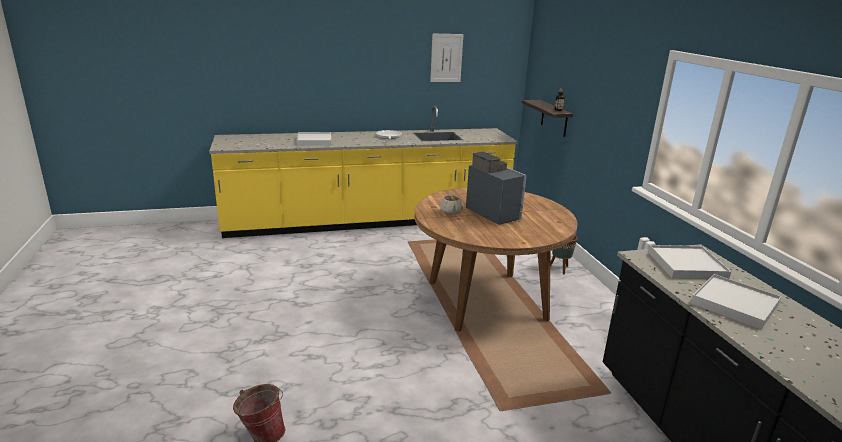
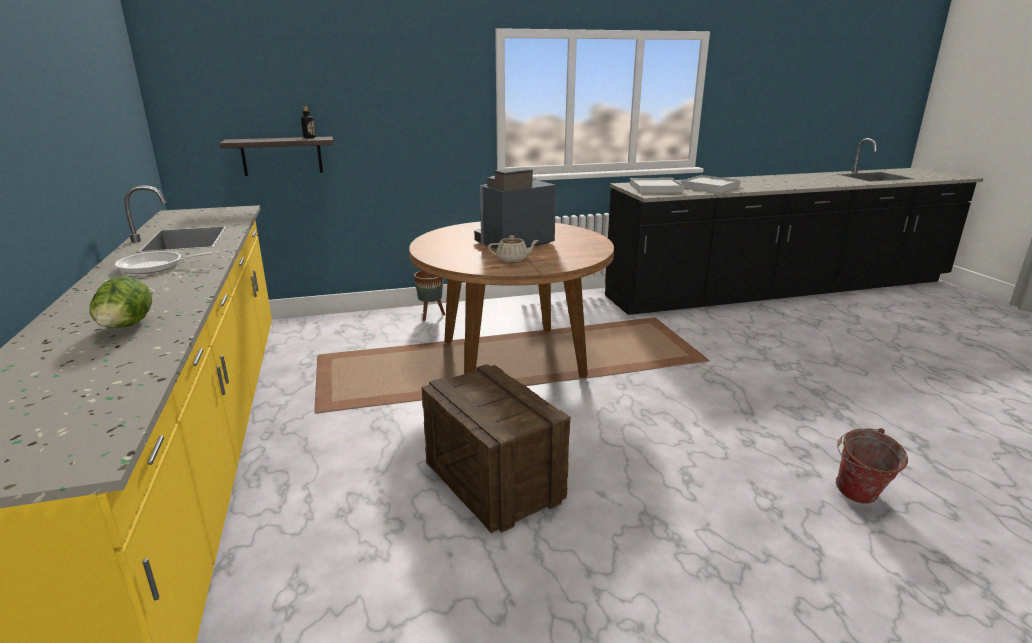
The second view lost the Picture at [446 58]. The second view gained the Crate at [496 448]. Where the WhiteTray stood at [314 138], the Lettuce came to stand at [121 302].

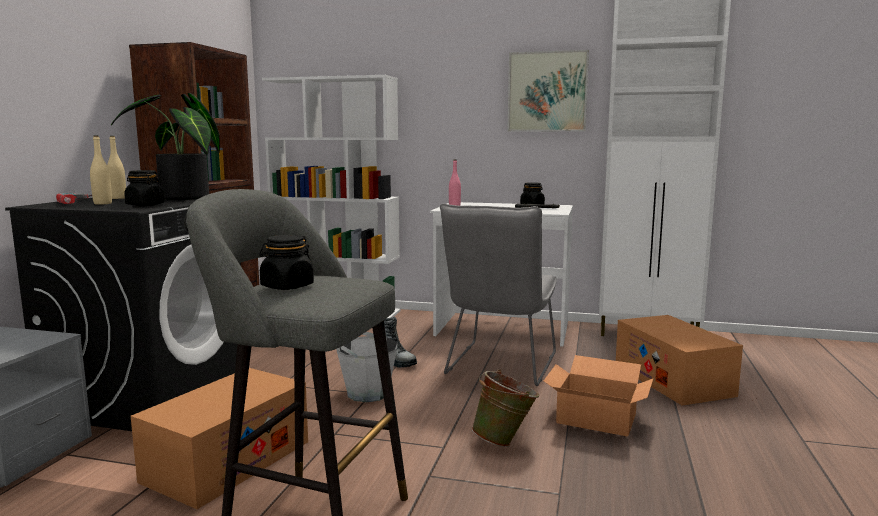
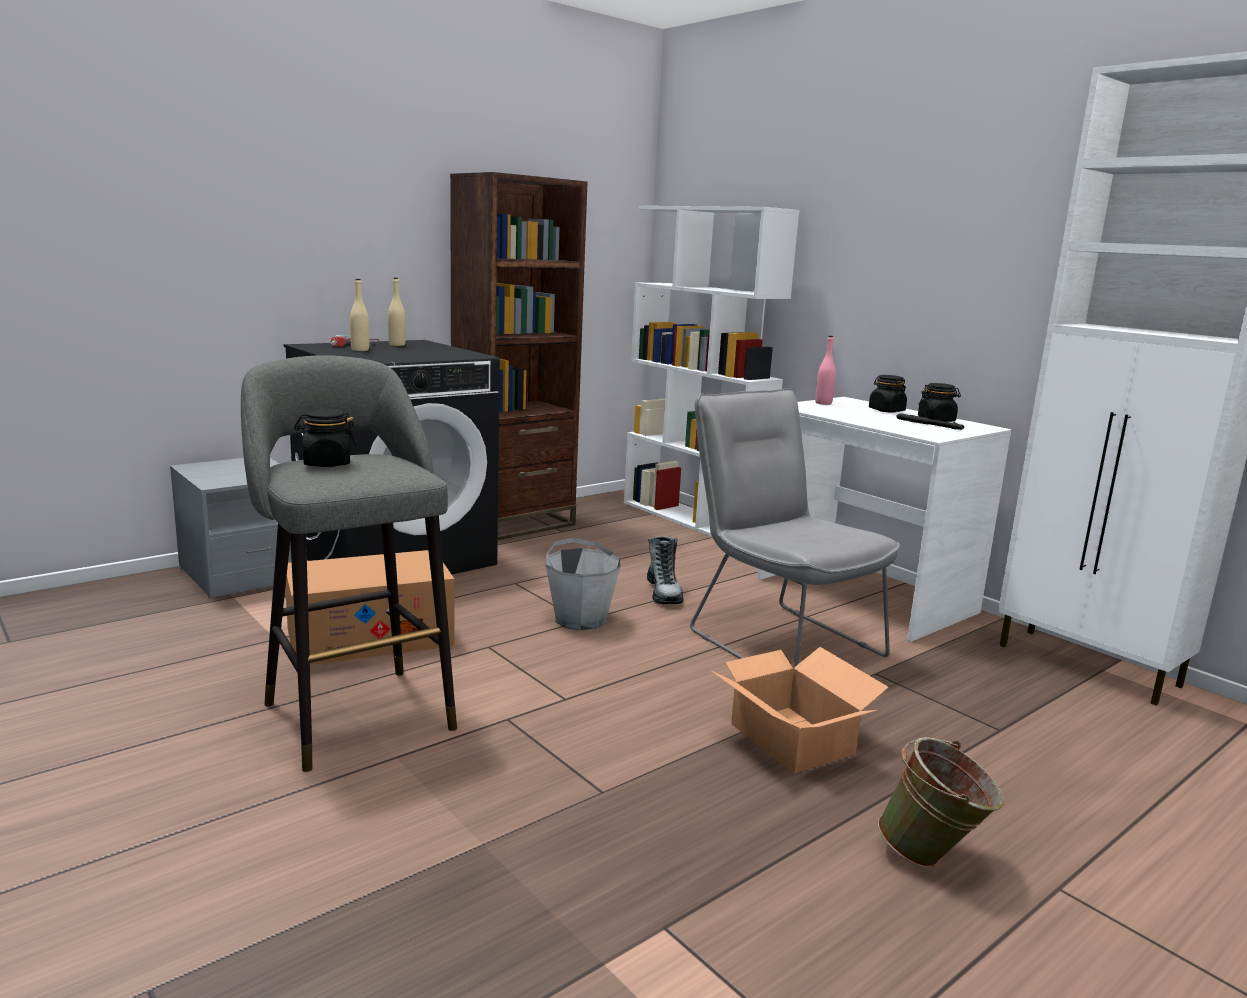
The second view lost the PottedPlant at [165 146]. The second view lost the Picture at [548 91]. The second view lost the CardboardBox at [679 360]. The BlackJar ended up elsewhere, having gone from [144 188] to [888 394]. The GreenBucket ended up elsewhere, having gone from [505 408] to [941 802]. The GreyChair at [498 294] ended up facing another way, 90 degrees clockwise from before.

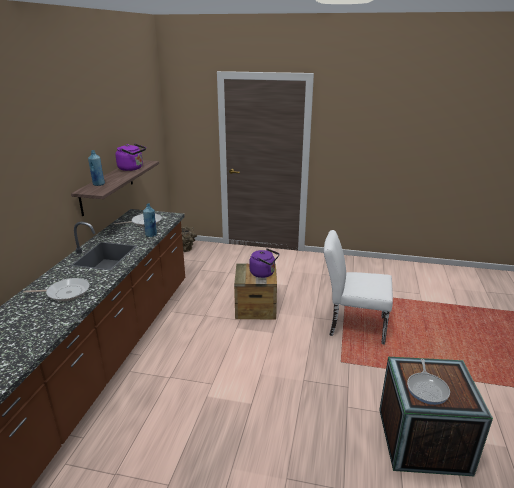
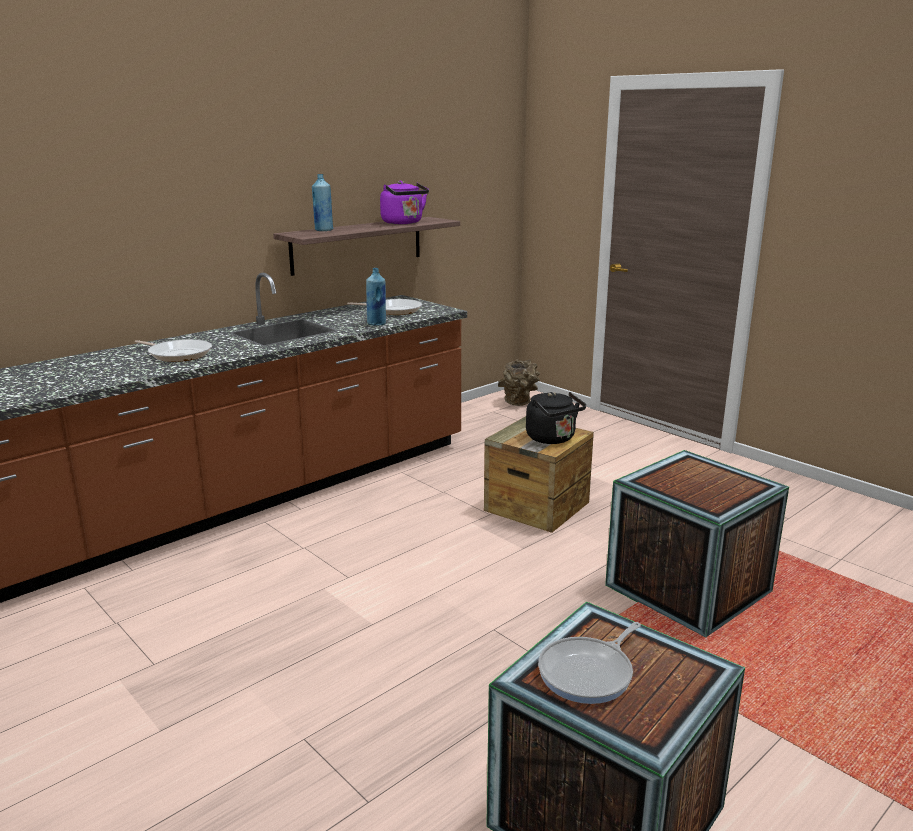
Where the WhiteChair stood at [358 287], the Crate came to stand at [697 543]. What was the PurpleKettle at [264 263] turned into the BlackKettle at [556 418].

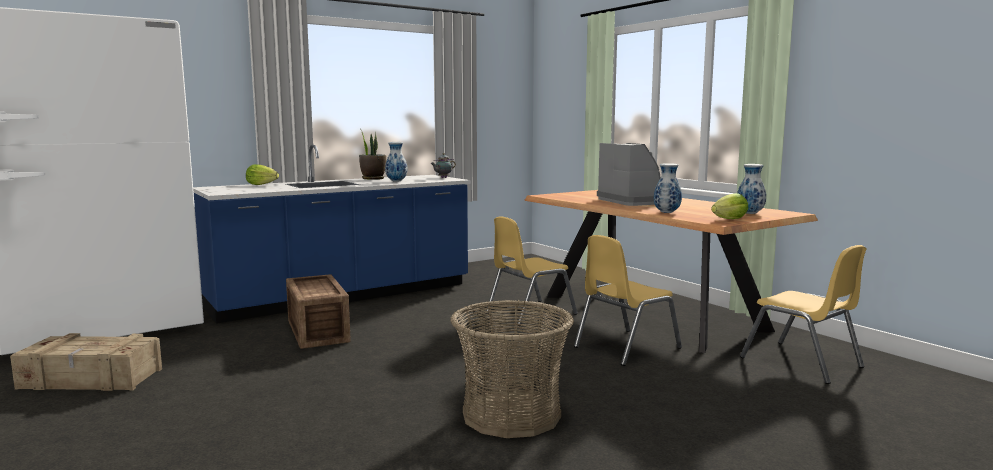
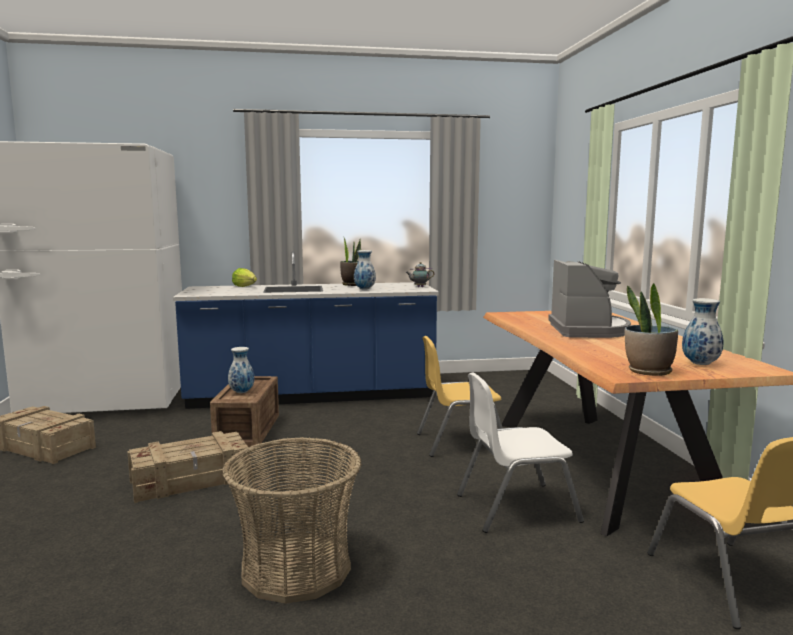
The second view gained the Crate at [189 467]. The Vase ended up elsewhere, having gone from [668 188] to [241 370]. Where the Lettuce stood at [729 206], the PottedPlant came to stand at [651 329]. What was the YellowChair at [628 300] turned into the WhiteChair at [520 452].

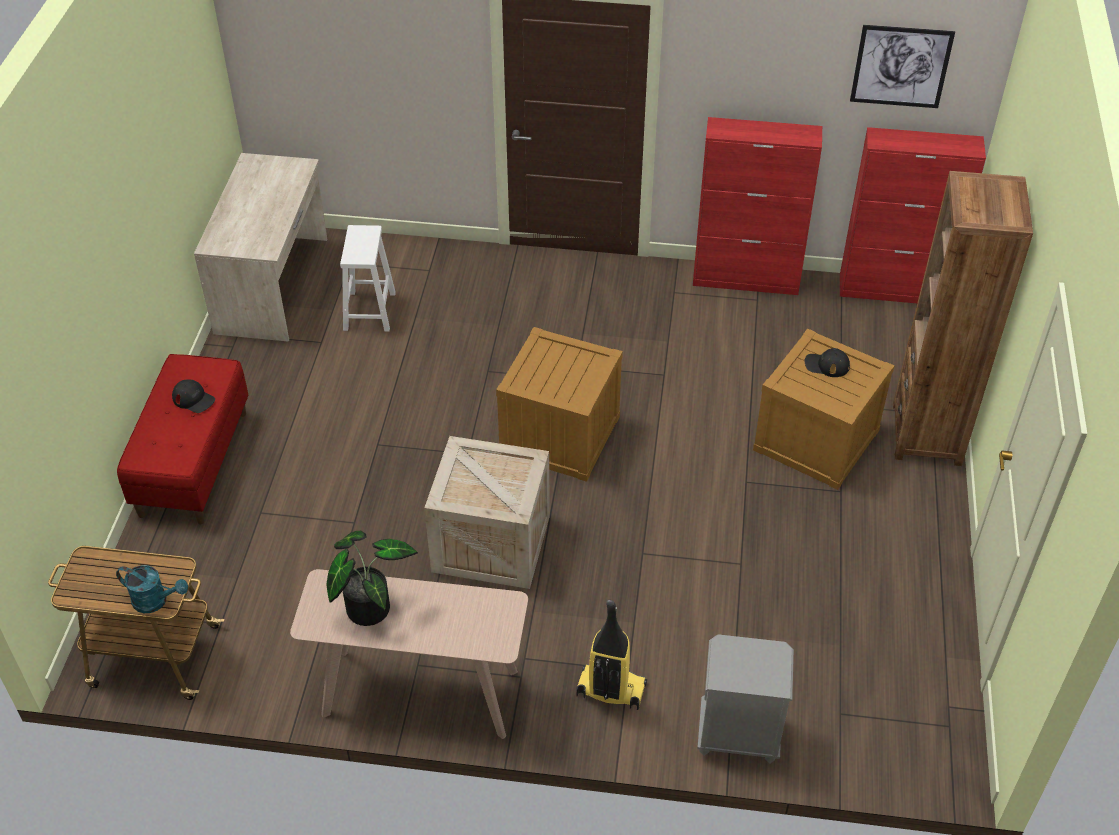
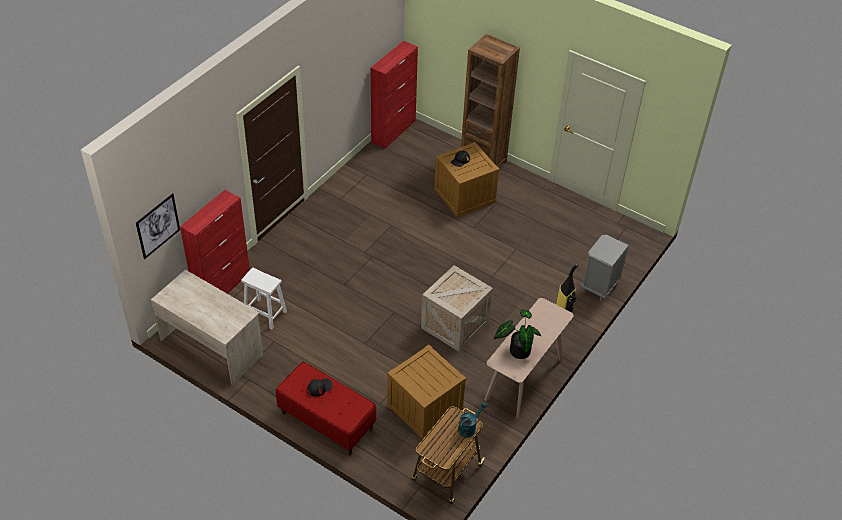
The Crate ended up elsewhere, having gone from [559 404] to [426 392]. The RedCabinet ended up elsewhere, having gone from [757 206] to [215 242]. The Picture ended up elsewhere, having gone from [902 66] to [158 226].

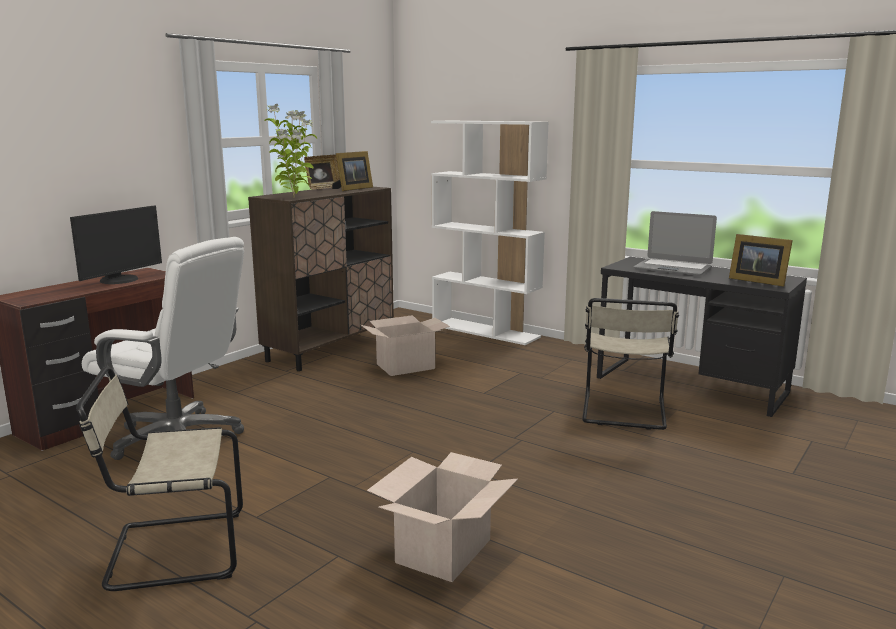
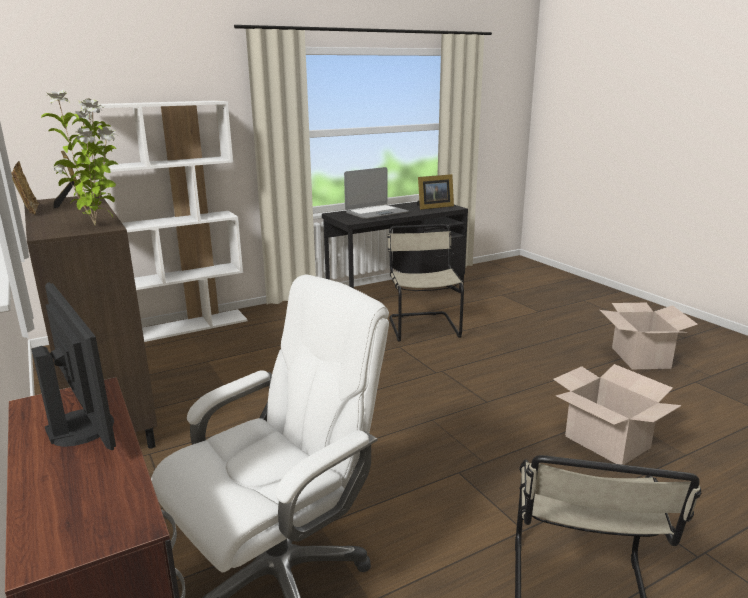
The CardboardBox ended up elsewhere, having gone from [405 345] to [649 336]. The BeigeChair at [630 364] ended up facing another way, 135 degrees counterclockwise from before.

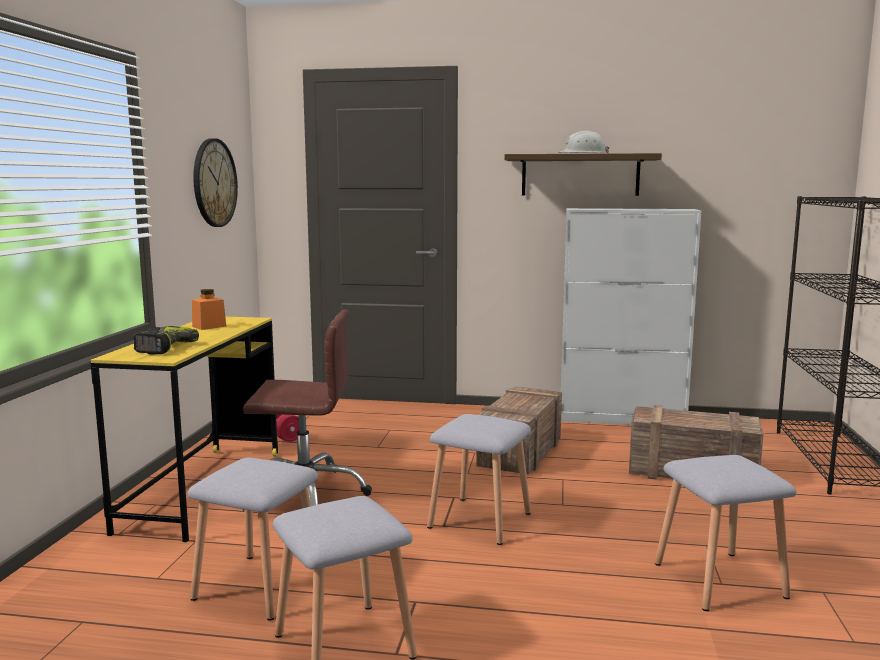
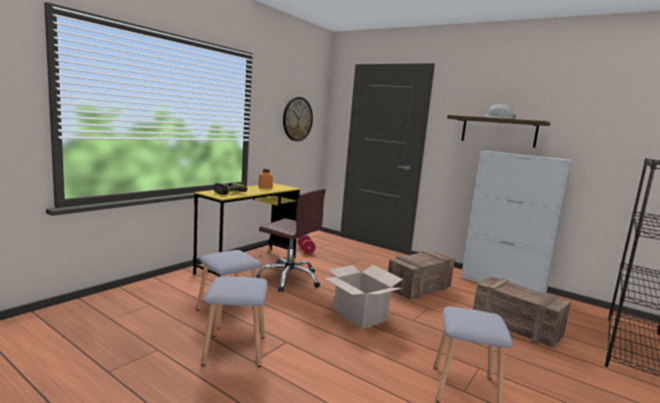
Where the GreyStool stood at [479 479], the CardboardBox came to stand at [364 297].

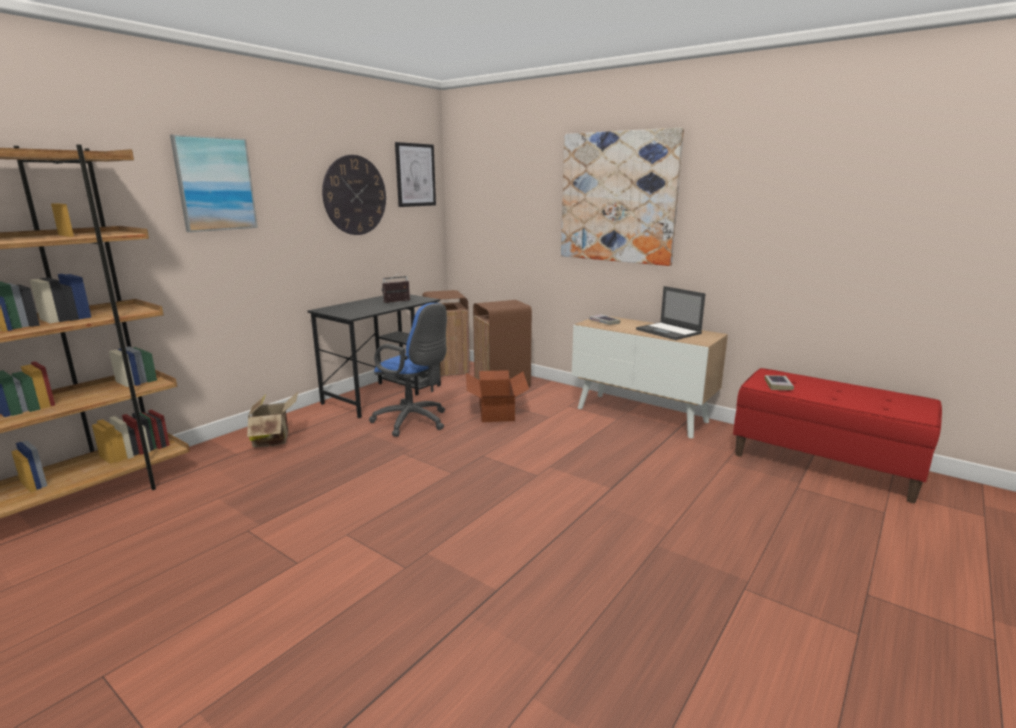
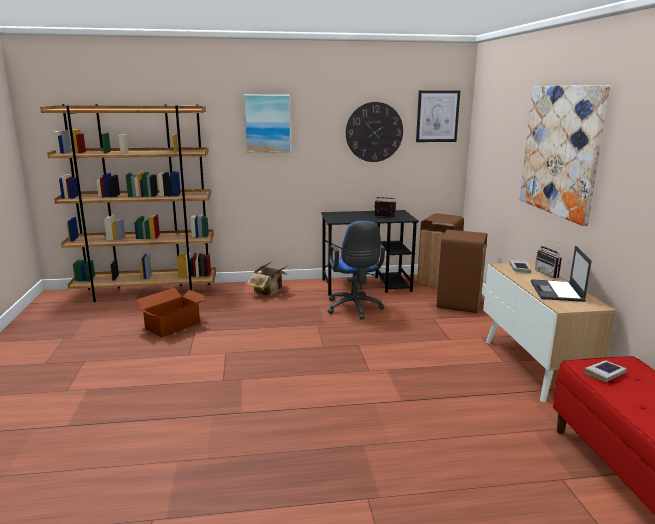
The second view gained the Radio at [548 260]. The CardboardBox ended up elsewhere, having gone from [497 396] to [169 312].

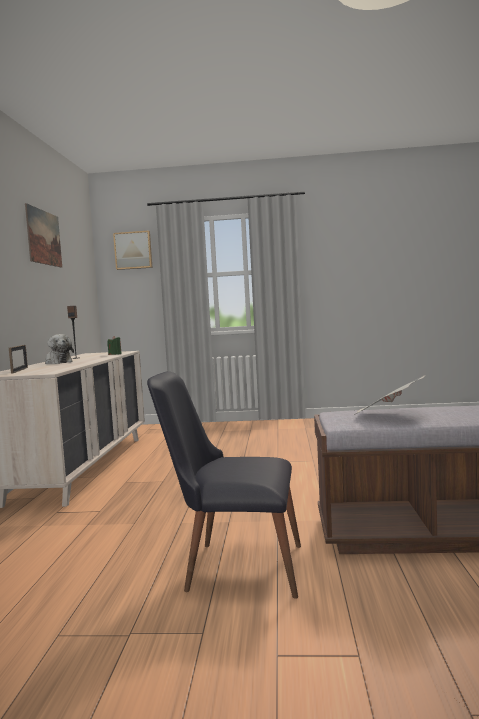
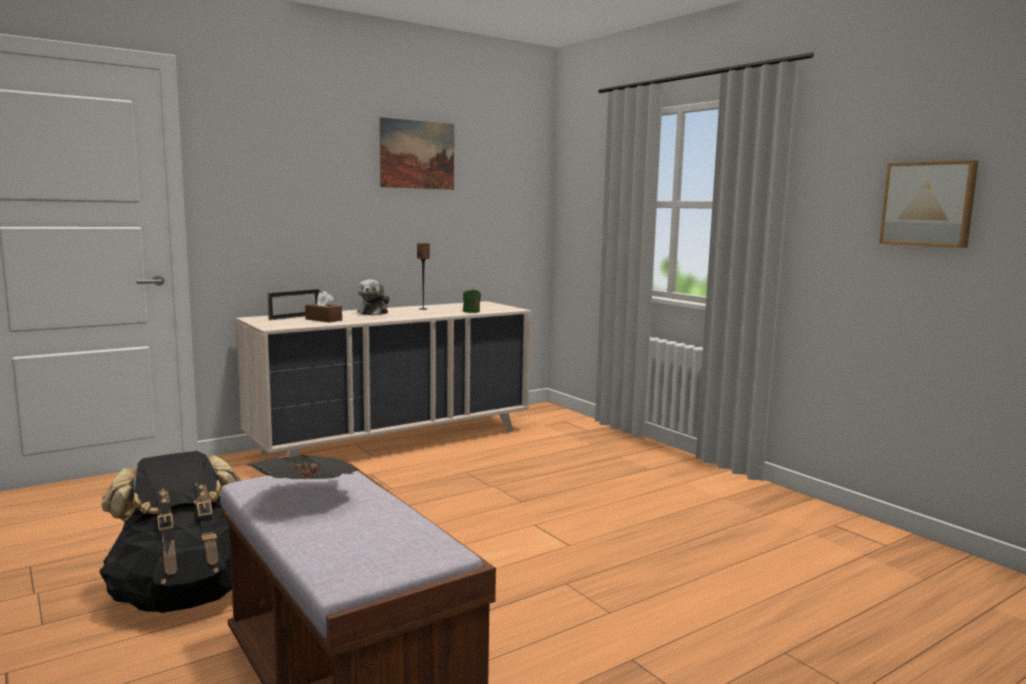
The second view gained the BrownTissueBox at [323 307]. The Picture ended up elsewhere, having gone from [132 250] to [928 204]. Where the BlackChair stood at [224 485], the BlackBackpack came to stand at [170 532].

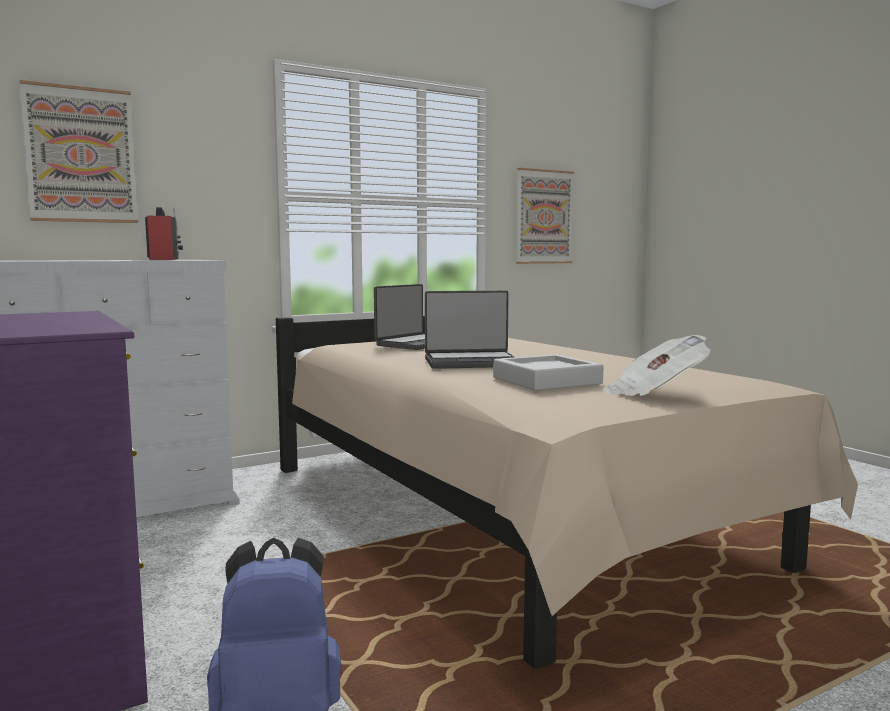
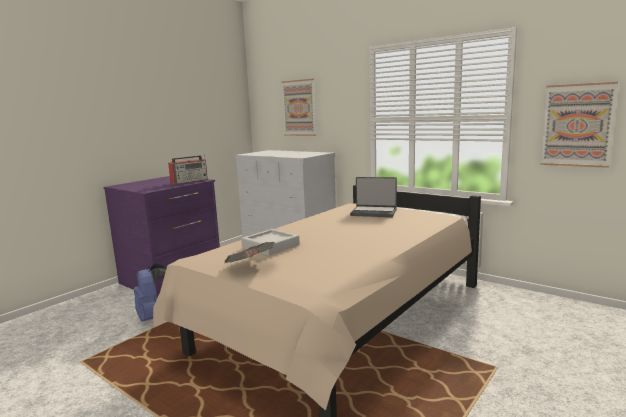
The second view lost the Laptop at [470 329]. The Radio ended up elsewhere, having gone from [164 233] to [188 169].

